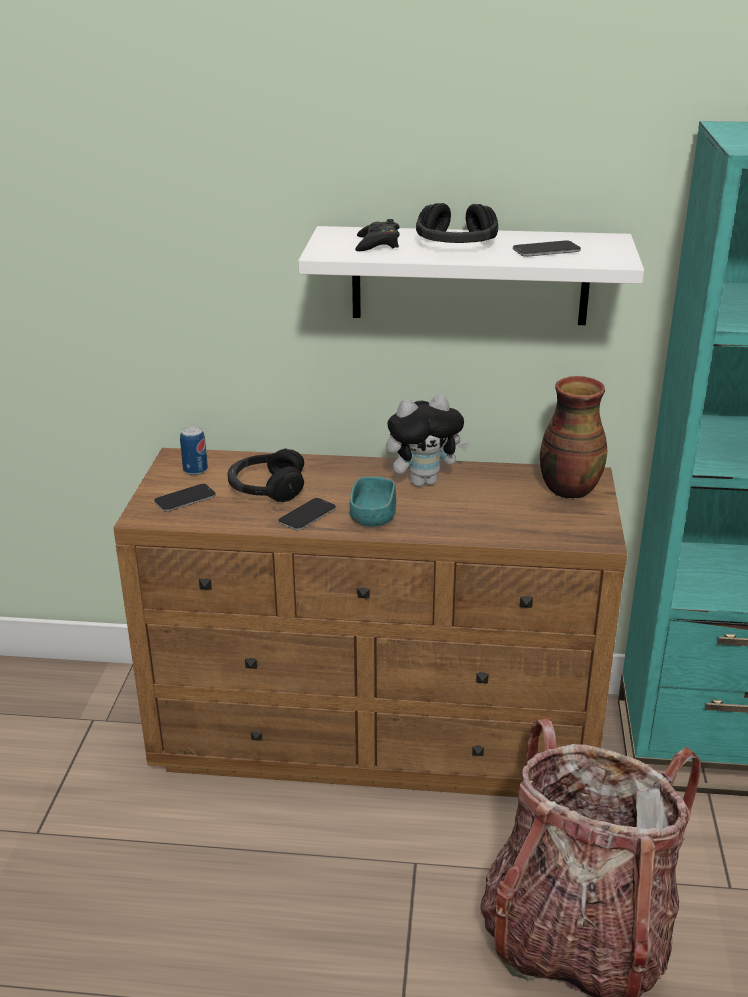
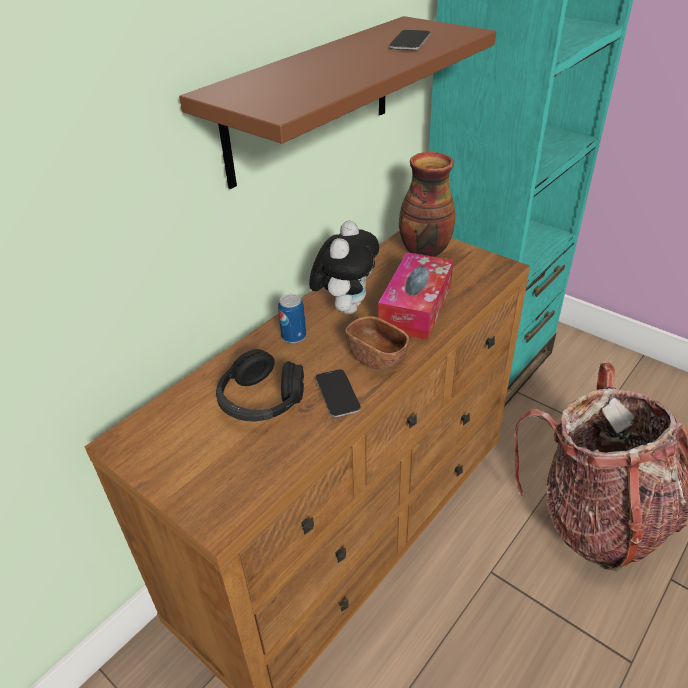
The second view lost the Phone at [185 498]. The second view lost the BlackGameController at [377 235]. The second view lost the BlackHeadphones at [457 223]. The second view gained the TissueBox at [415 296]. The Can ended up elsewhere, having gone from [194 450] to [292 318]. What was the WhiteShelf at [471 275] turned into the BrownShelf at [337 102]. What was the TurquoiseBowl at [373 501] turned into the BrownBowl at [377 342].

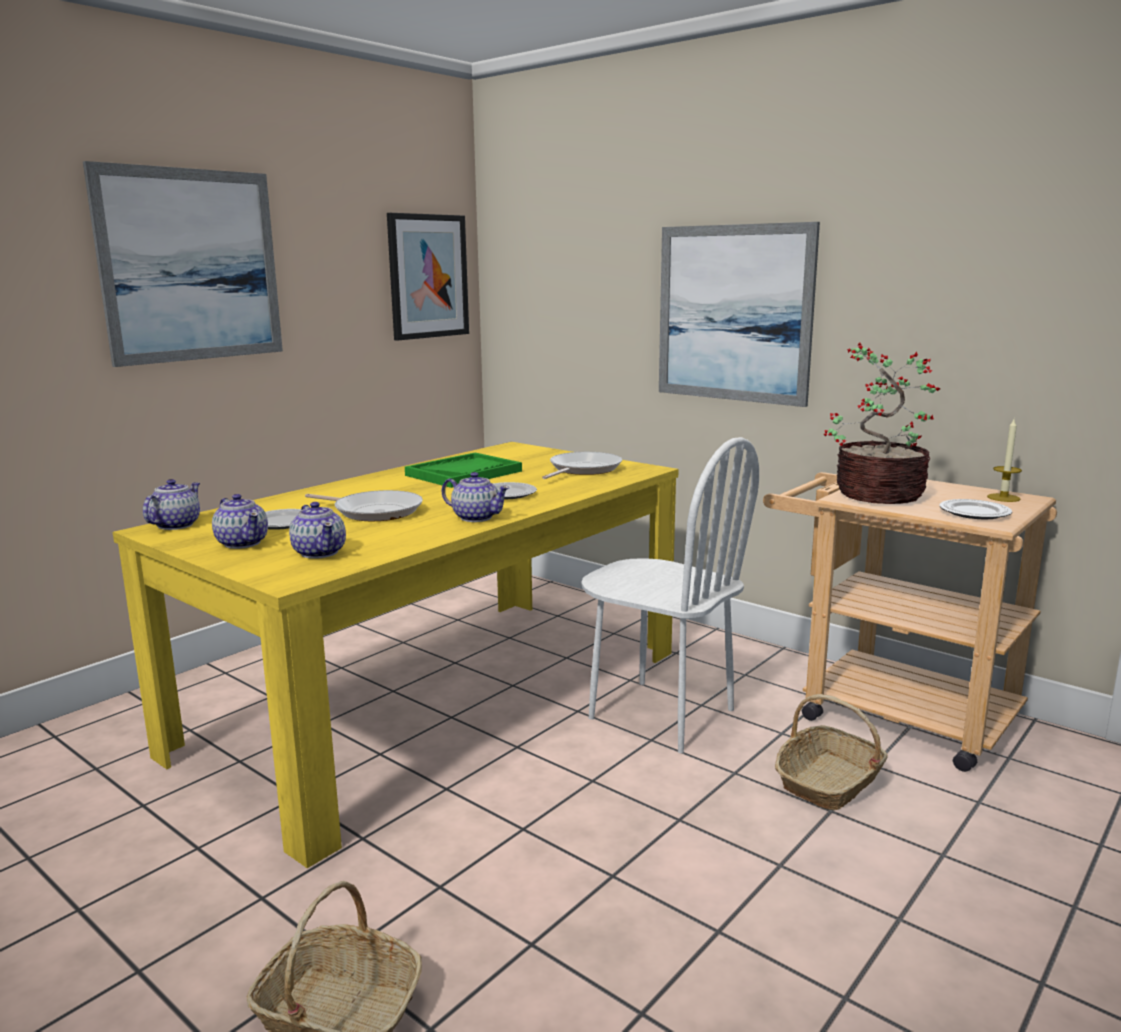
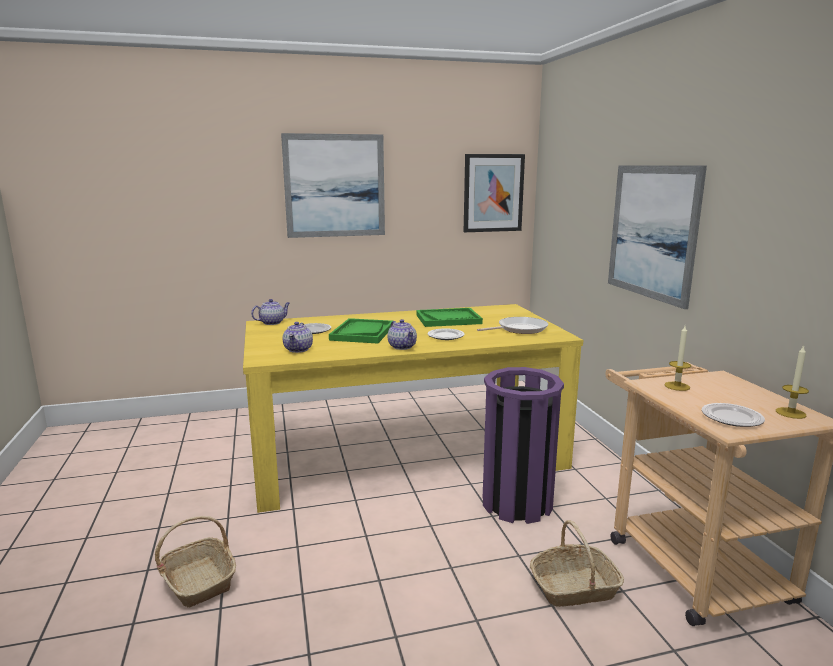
The second view lost the Teapot at [240 521]. Where the FryingPan stood at [364 505], the GreenTray came to stand at [360 331]. Where the WhiteChair stood at [670 595], the PurpleTrashCan came to stand at [523 445]. Where the PottedPlant stood at [883 423], the Candle came to stand at [677 358].

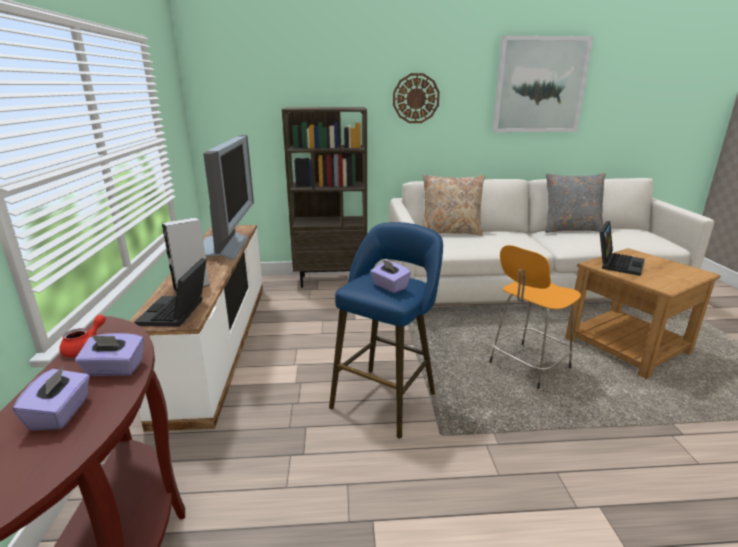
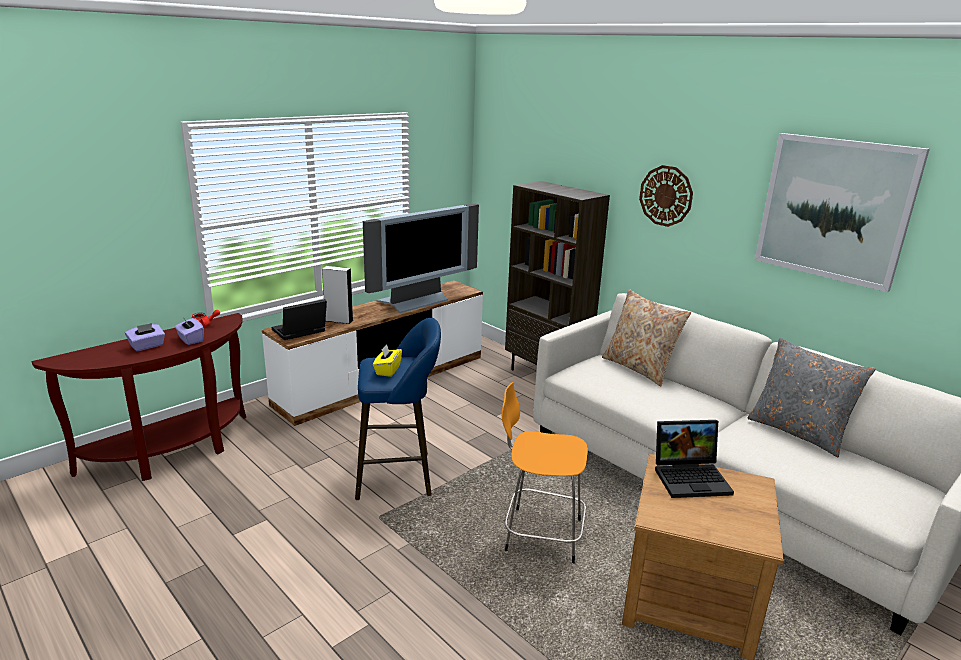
What was the PurpleTissueBox at [390 275] turned into the YellowTissueBox at [387 360].

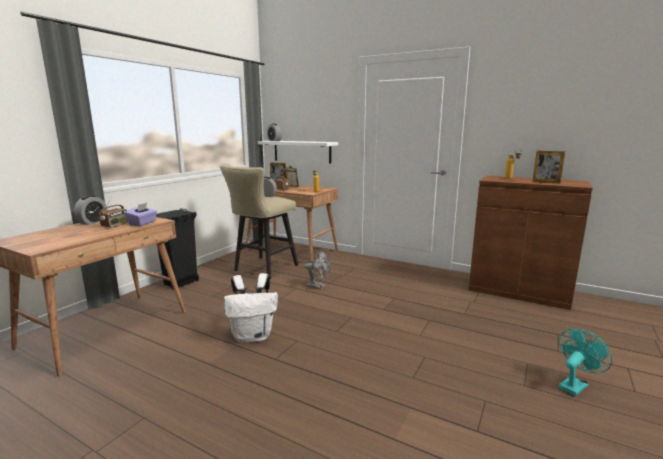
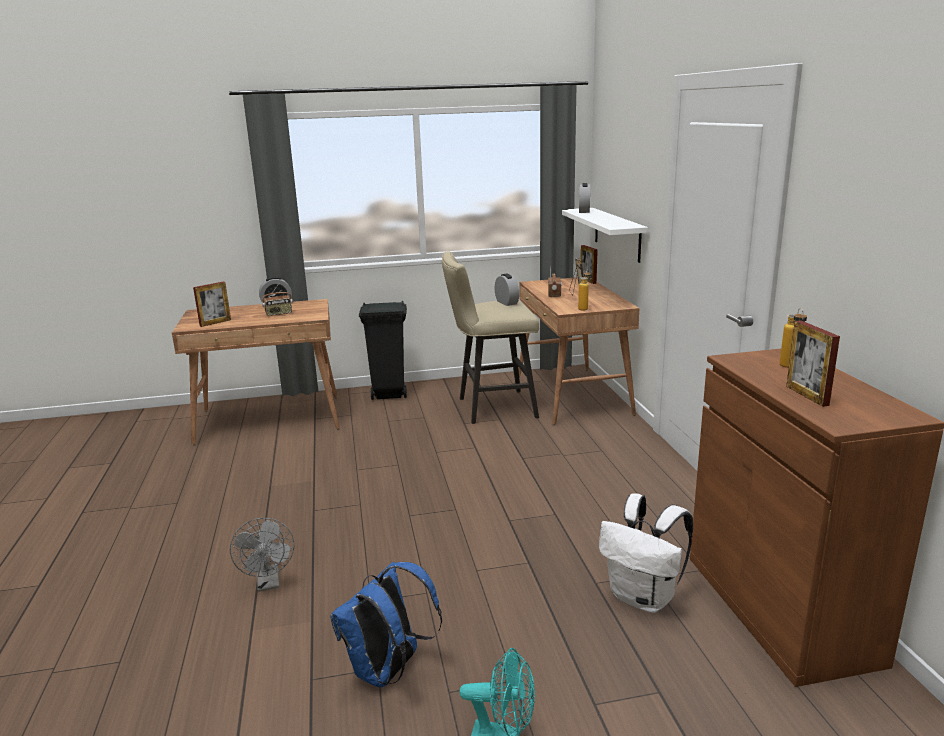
The second view lost the PurpleTissueBox at [141 214]. The second view gained the PictureFrame at [212 304]. The second view gained the BlueBackpack at [386 624]. The WhiteBackpack ended up elsewhere, having gone from [251 308] to [646 553]. The GreyFan ended up elsewhere, having gone from [317 270] to [262 555].

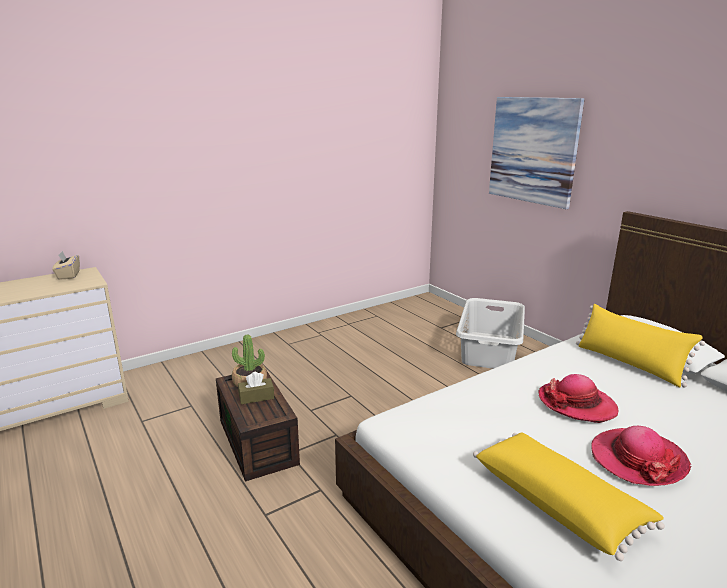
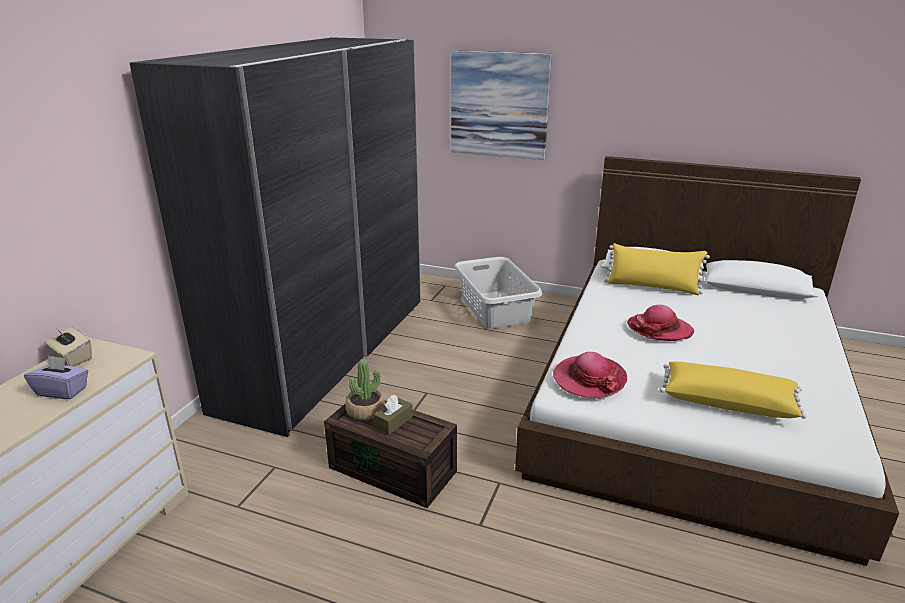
The second view gained the PurpleTissueBox at [56 377]. The second view gained the GreyWardrobe at [275 237]. The Hat ended up elsewhere, having gone from [641 456] to [590 375].

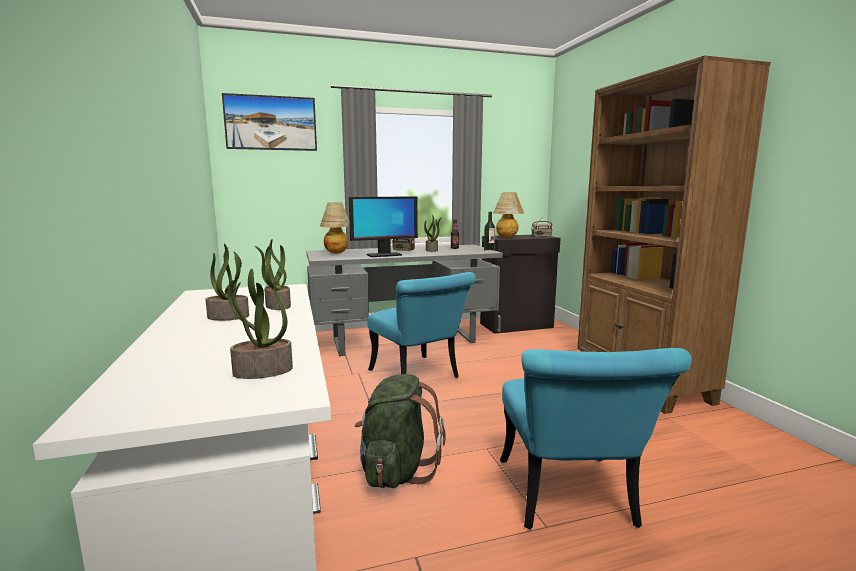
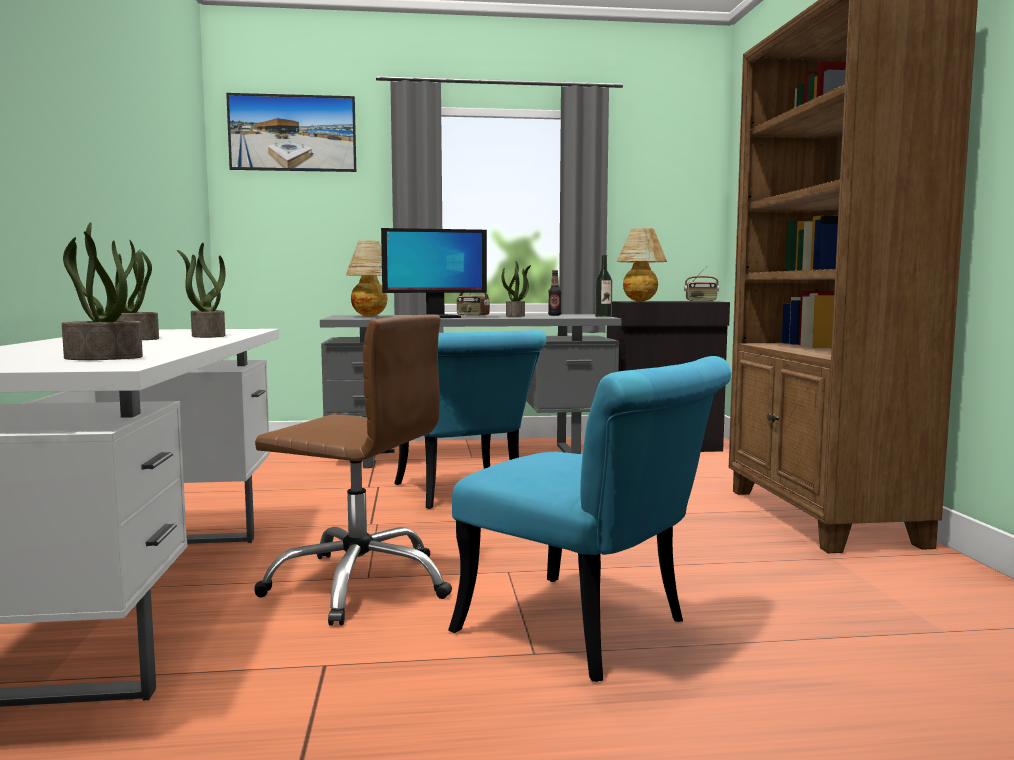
Where the GreenBackpack stood at [400 431], the BrownOfficeChair came to stand at [353 470]. The TurquoiseChair at [596 439] ended up facing another way, 60 degrees counterclockwise from before.

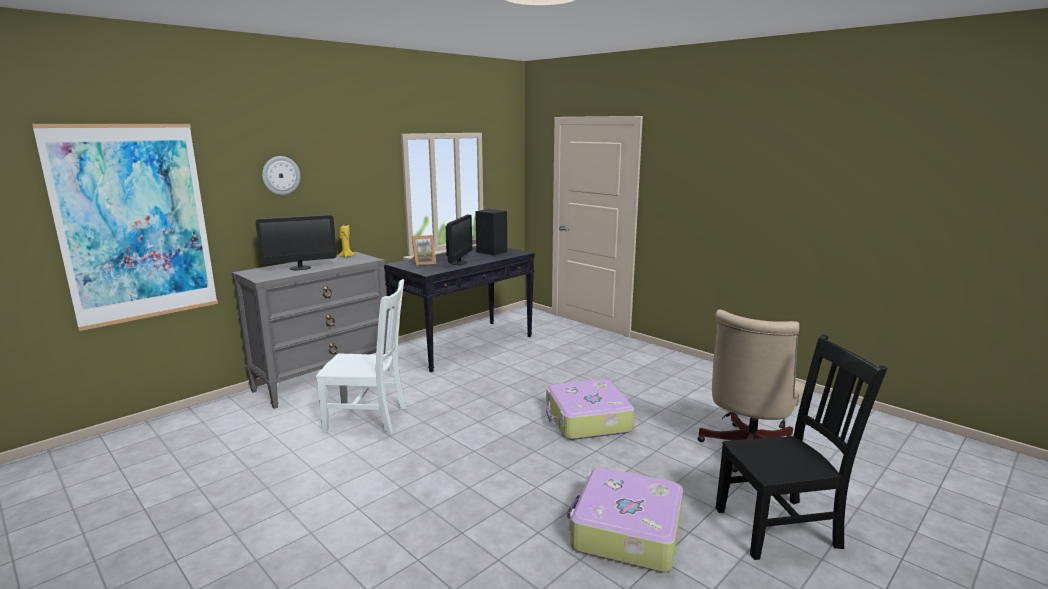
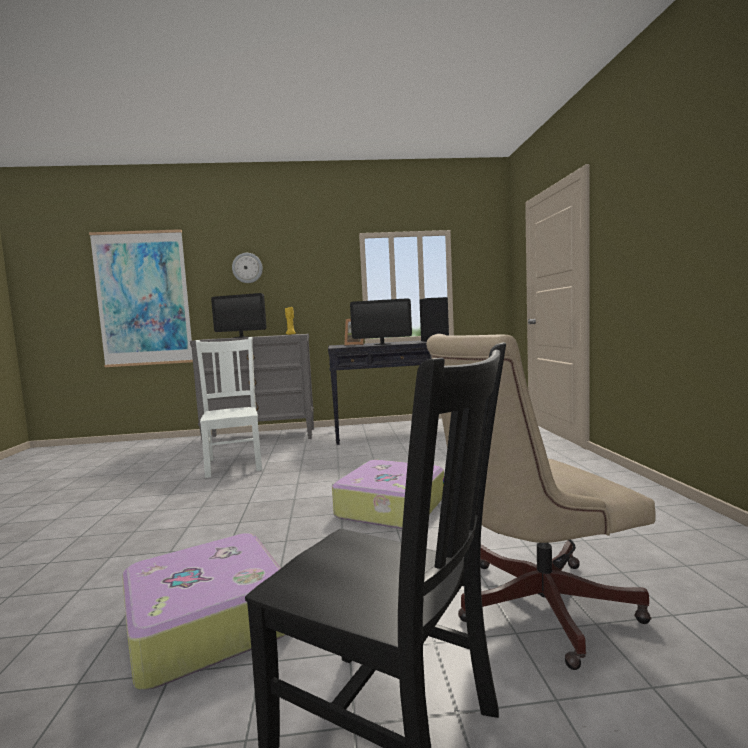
The WhiteChair at [361 356] ended up facing another way, 150 degrees counterclockwise from before. The Monitor at [459 240] ended up facing another way, 45 degrees clockwise from before.

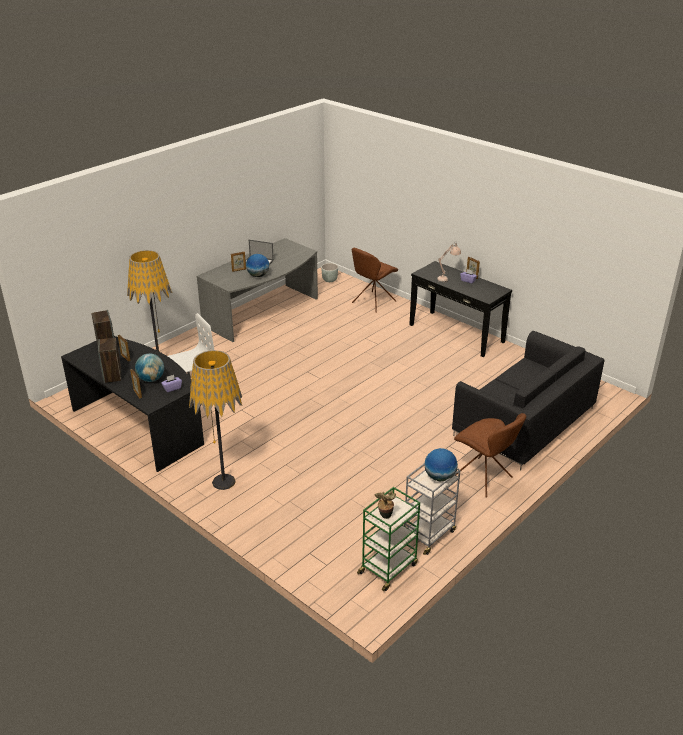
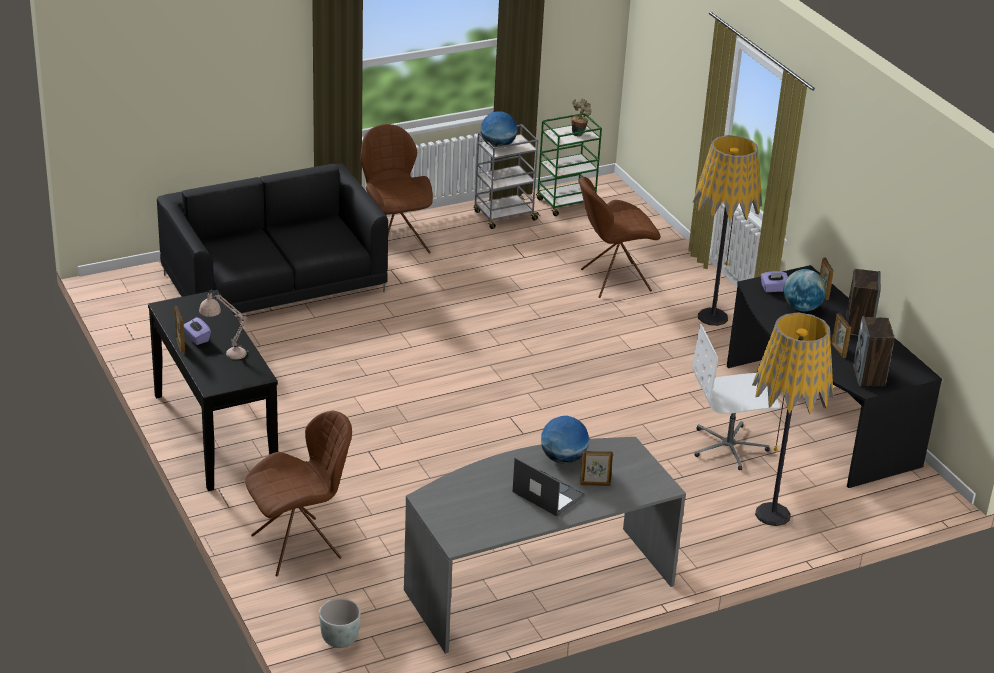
The second view gained the BrownChair at [620 237].

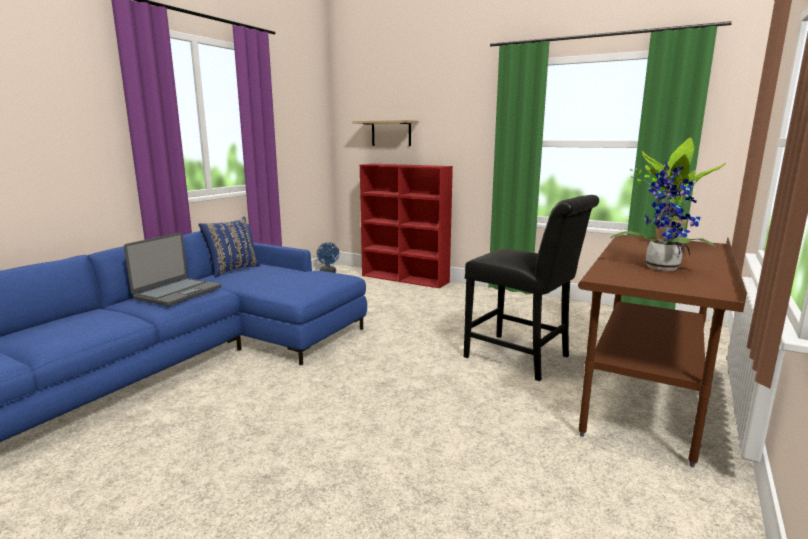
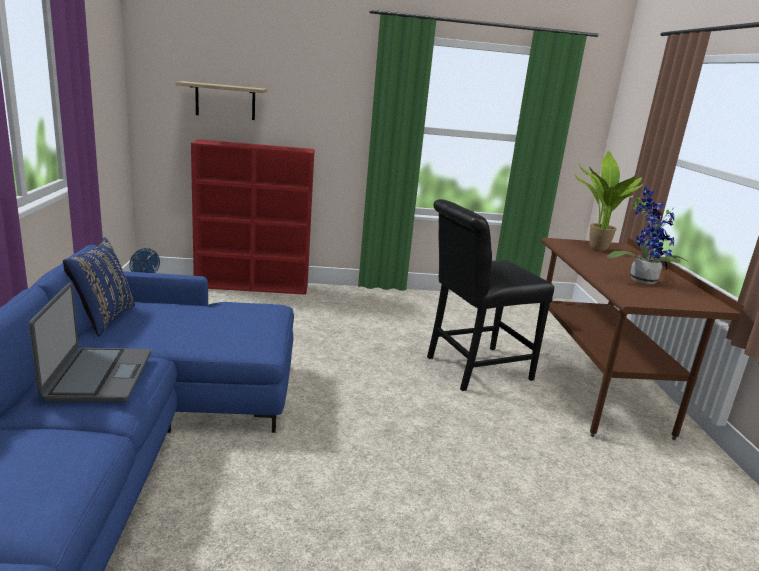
The BlackChair at [531 288] ended up facing another way, 150 degrees clockwise from before.

